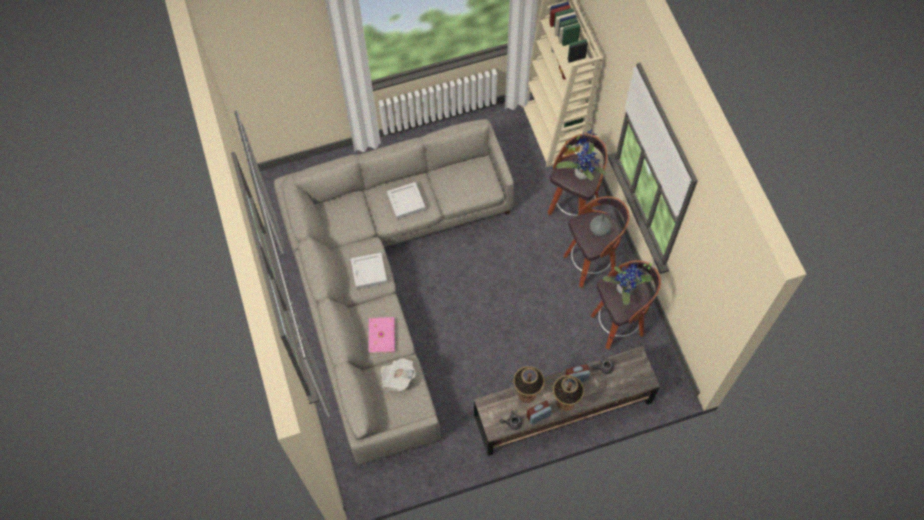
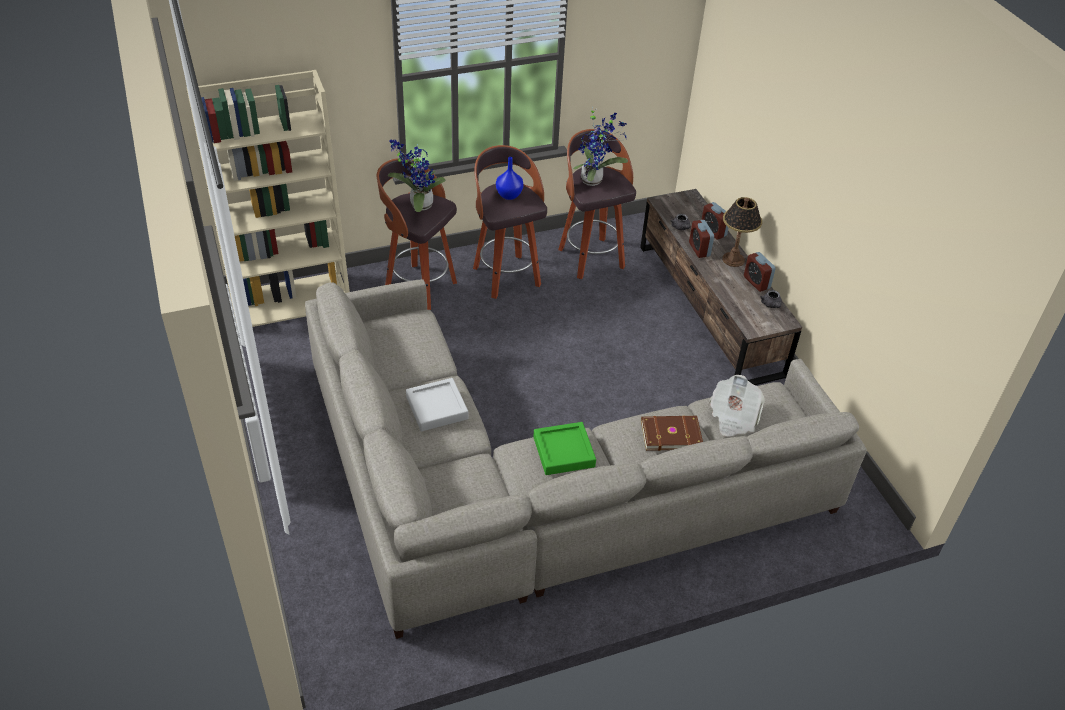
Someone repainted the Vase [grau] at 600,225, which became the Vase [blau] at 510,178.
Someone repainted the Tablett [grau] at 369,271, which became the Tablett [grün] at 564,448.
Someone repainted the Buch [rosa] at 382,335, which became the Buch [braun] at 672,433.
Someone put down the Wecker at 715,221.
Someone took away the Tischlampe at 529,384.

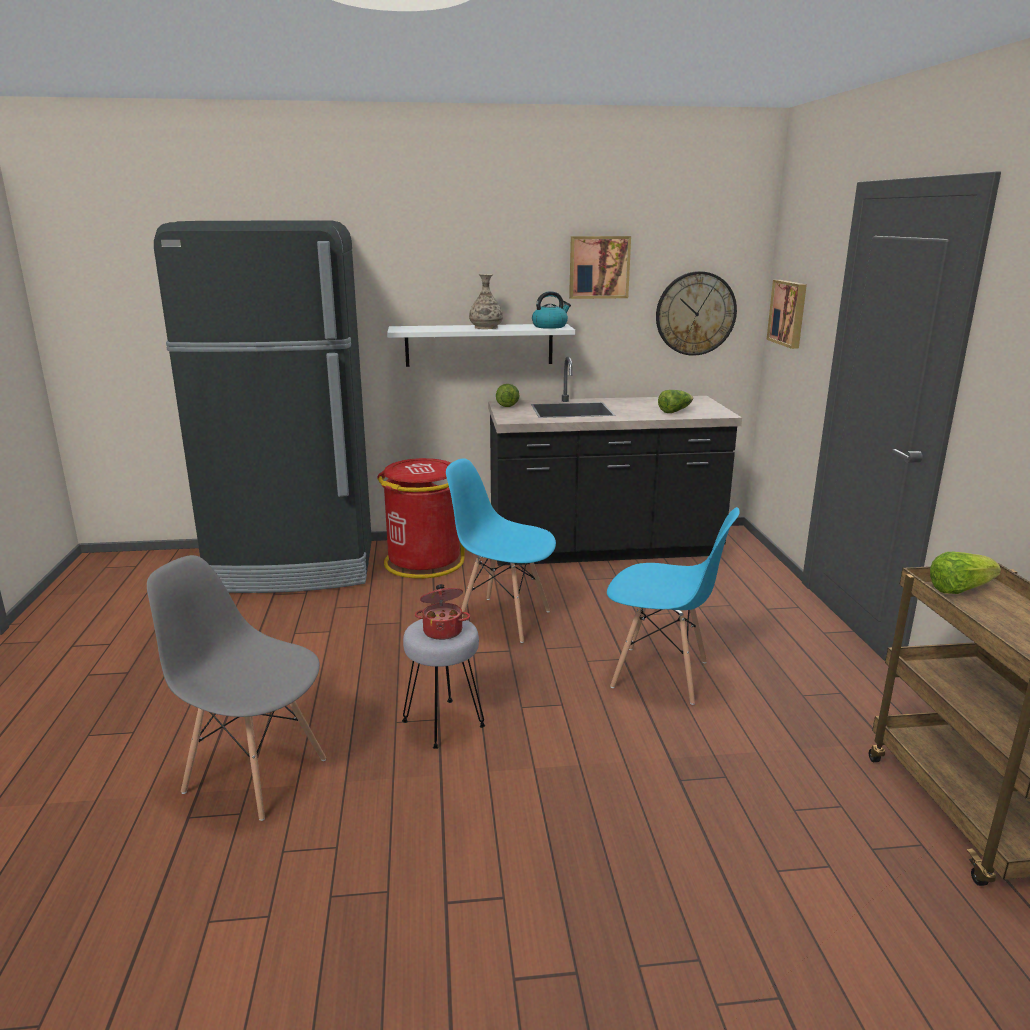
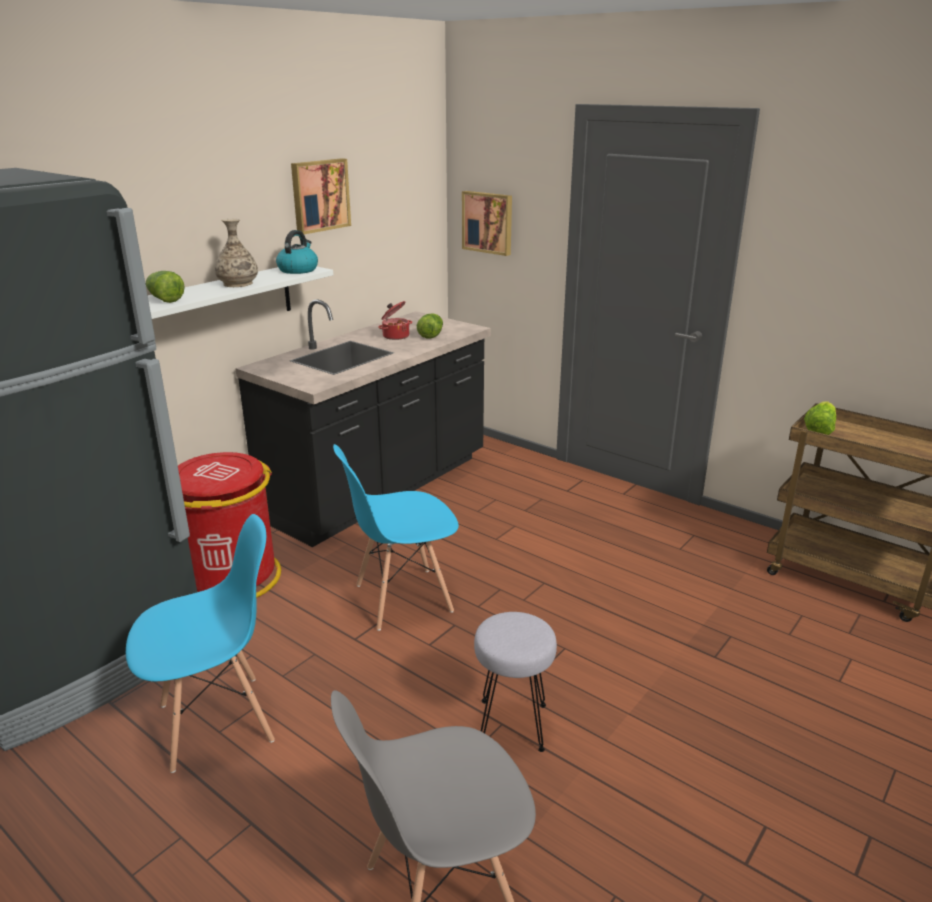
Someone carried the Stuhl [blau] from 673,606 to 200,643.
Someone carried the Salatkopf from 508,395 to 165,287.
Someone carried the Kochtopf from 442,612 to 395,320.
Someone took away the Wanduhr at 696,313.

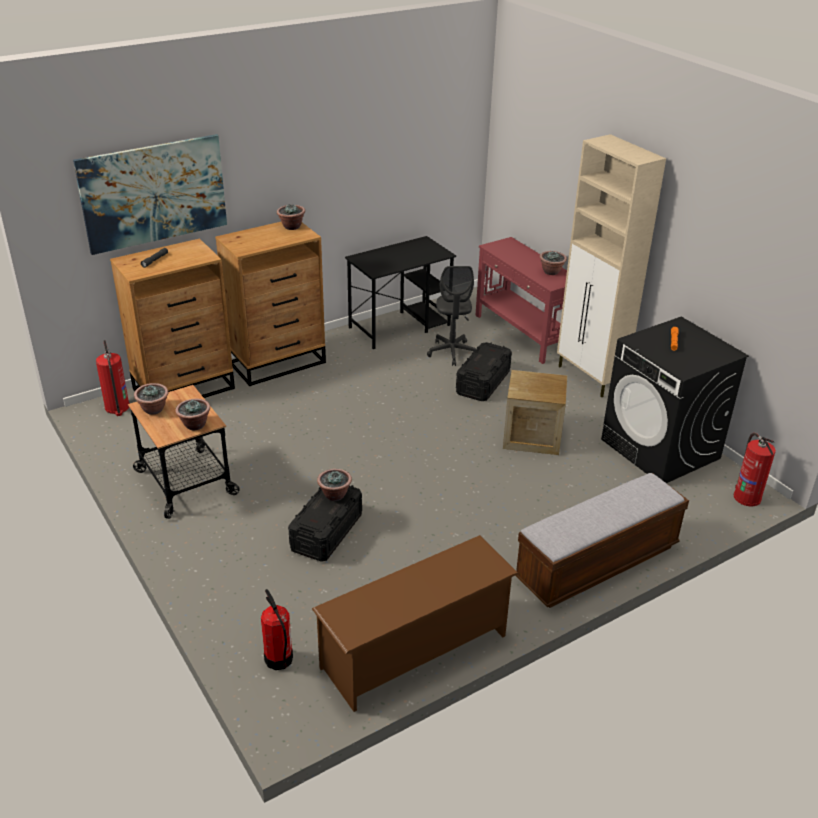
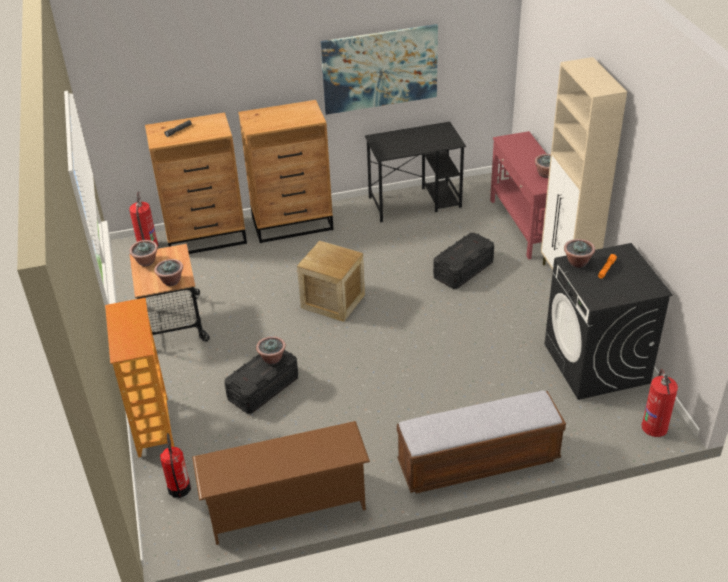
Someone put down the Bücherregal at 140,377.
Someone carried the Kiste from 535,412 to 331,281.
Someone carried the Bild from 150,194 to 379,69.
Someone carried the Topfpflanze from 291,217 to 579,253.
Someone took away the Bürostuhl [grau] at 451,316.

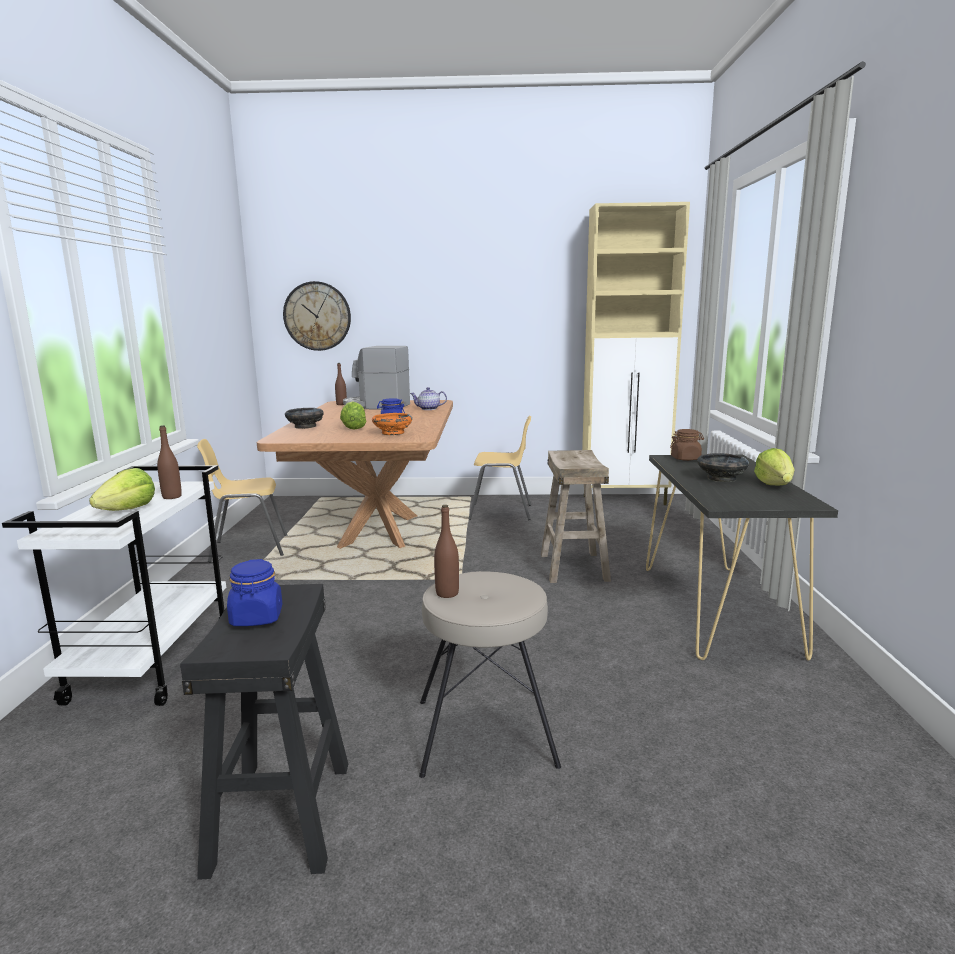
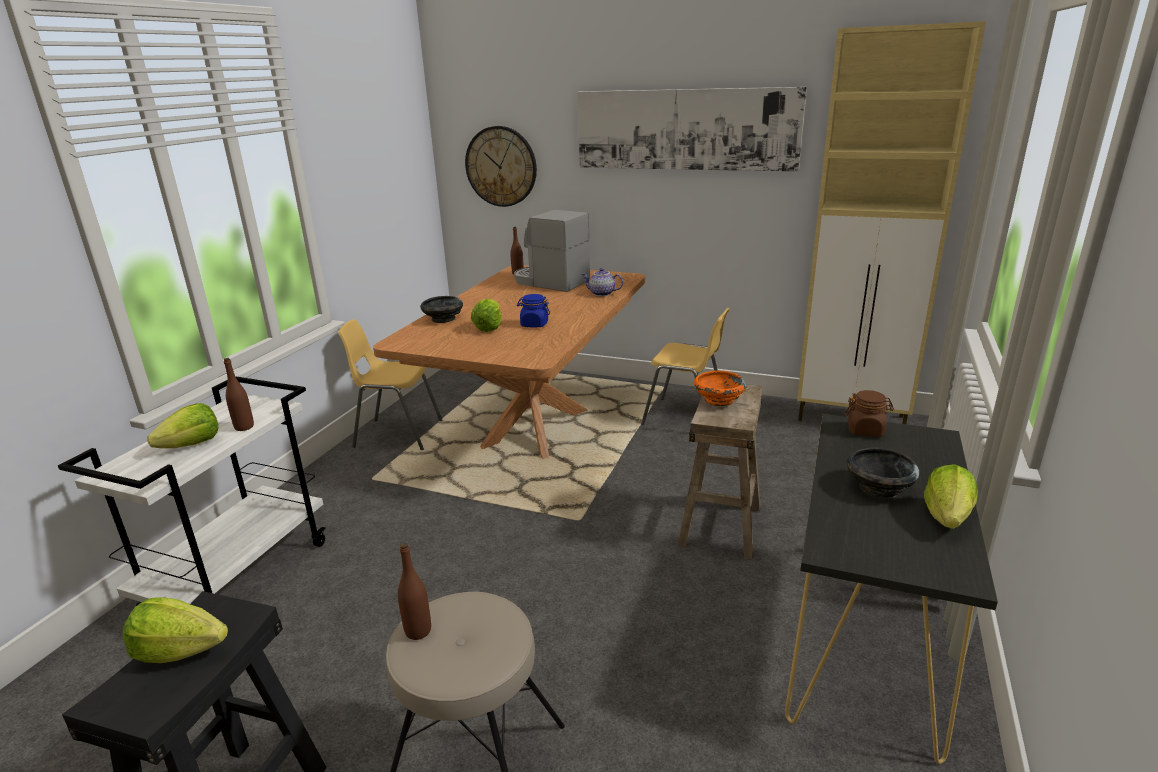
Someone swapped the Vorratsglas [blau] at 254,592 for the Salatkopf at 175,630.
Someone put up the Bild at 692,129.
Someone carried the Schüssel [orange] from 392,424 to 720,388.

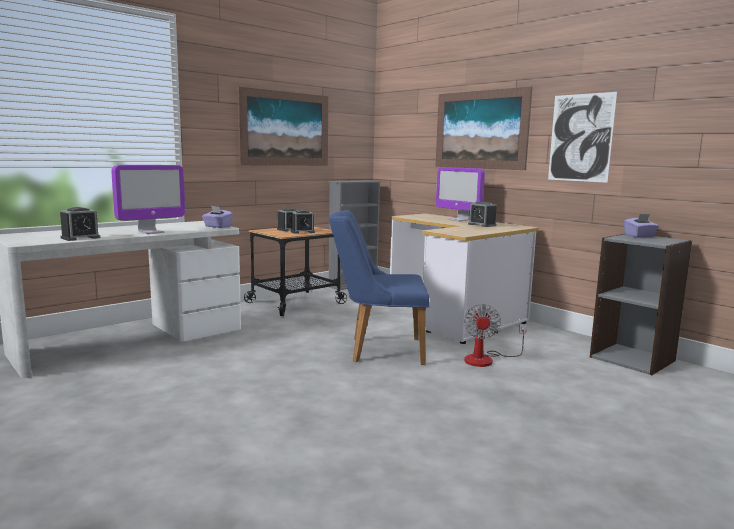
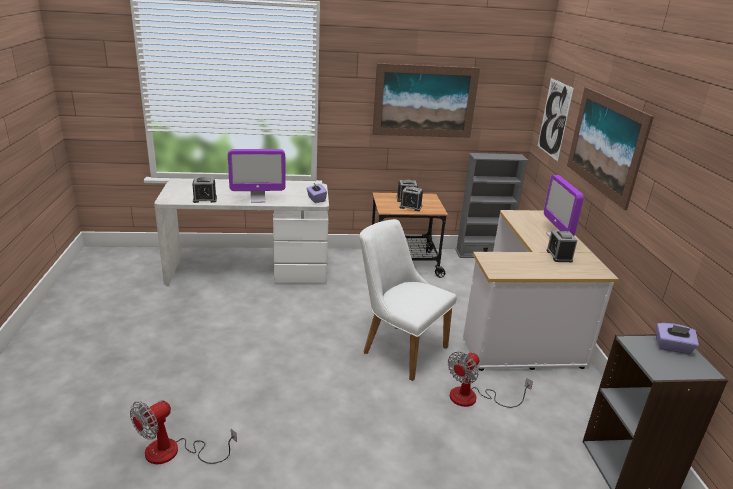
Someone put down the Ventilator at 183,432.
Someone repainted the Stuhl [blau] at 379,287, which became the Stuhl [weiß] at 408,300.
Someone carried the Bild from 582,137 to 556,119.

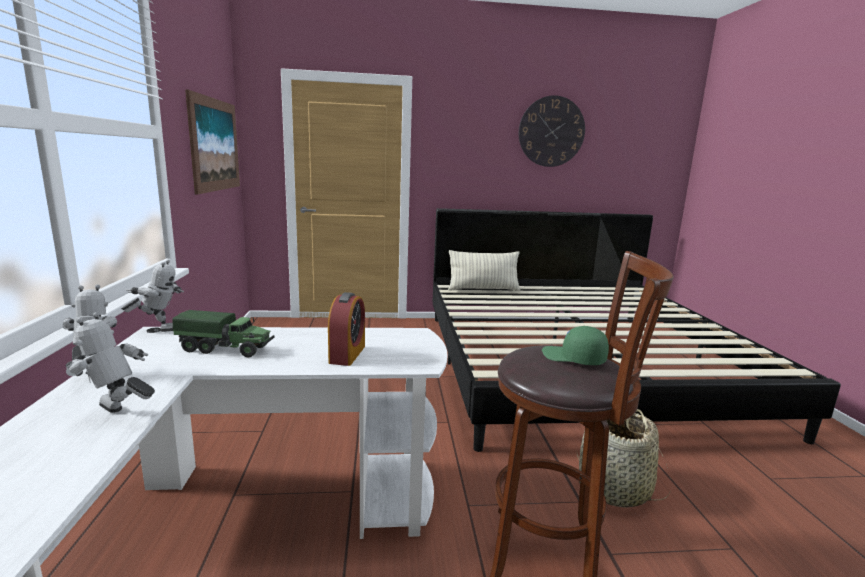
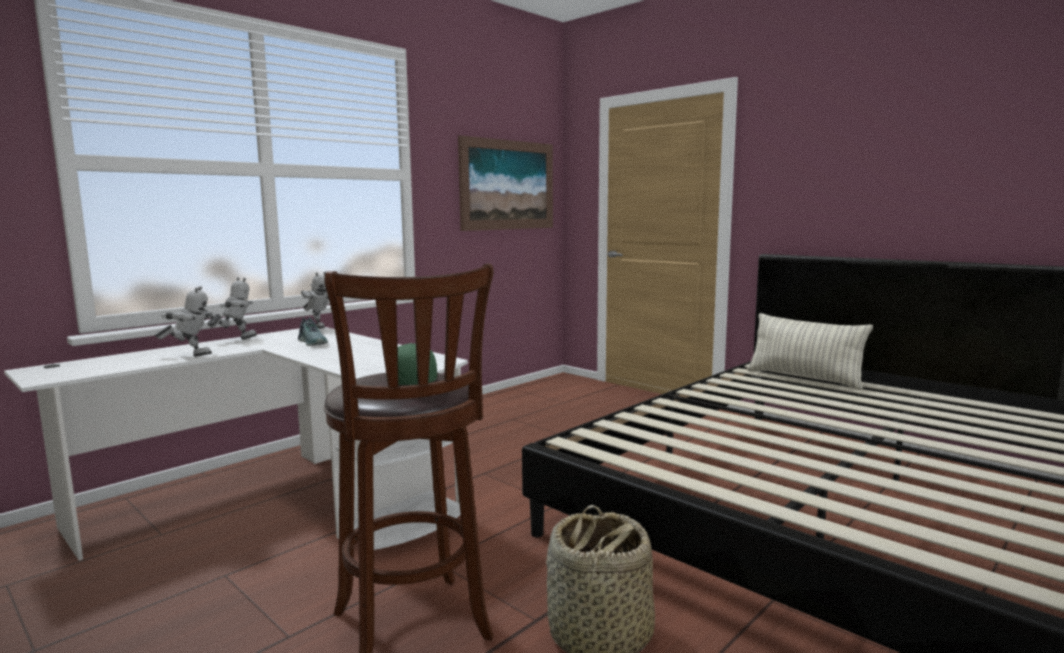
Someone rotated the Spielzeugroboter at 110,362 by 105 degrees clockwise.
Someone swapped the Spielzeuglaster at 223,333 for the Schuh at 313,331.
Someone took away the Wecker at 346,329.
Someone took away the Wanduhr at 552,131.

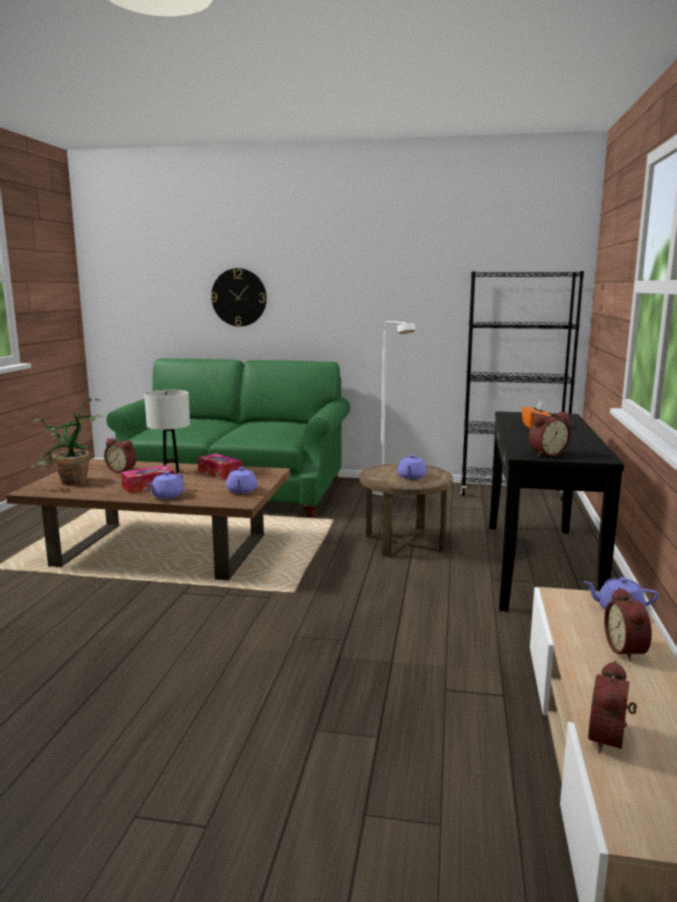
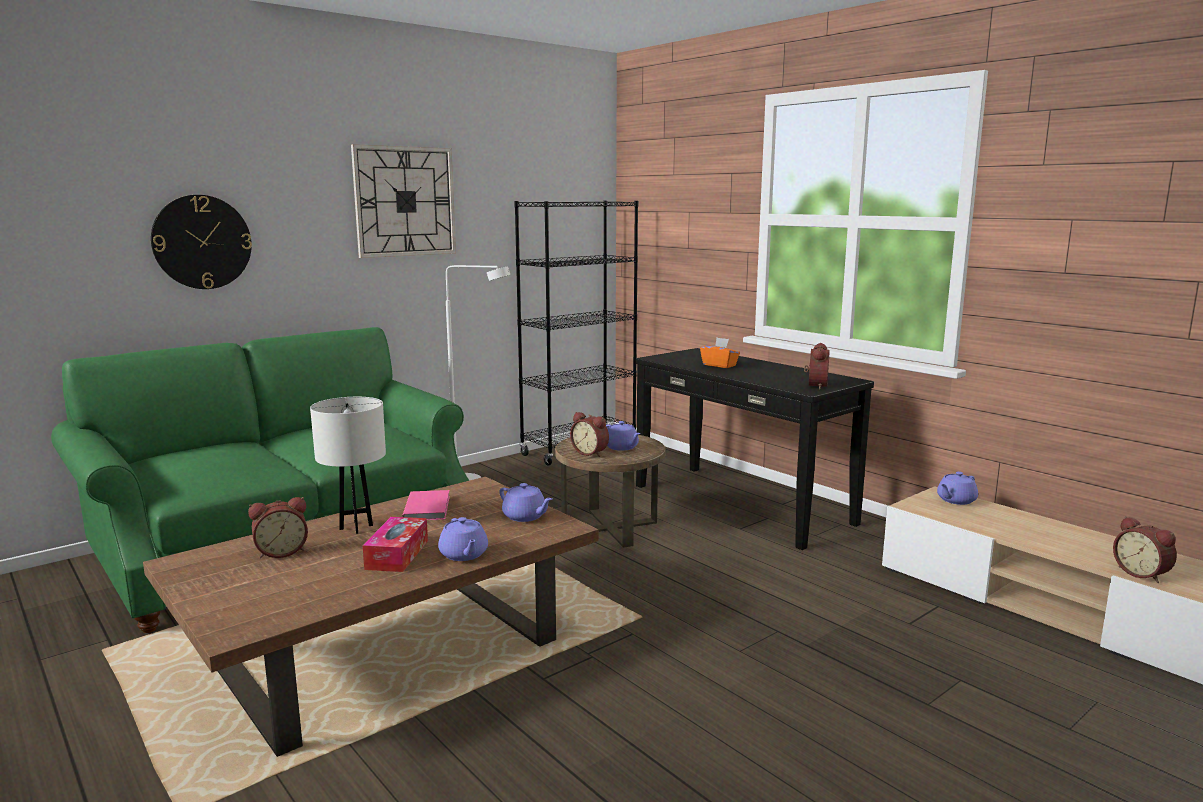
Someone put up the Wanduhr at 403,201.
Someone swapped the Taschentuchbox at 220,466 for the Buch [rosa] at 426,505.
Someone carried the Wecker from 628,624 to 589,434.
Someone took away the Topfpflanze at 67,442.

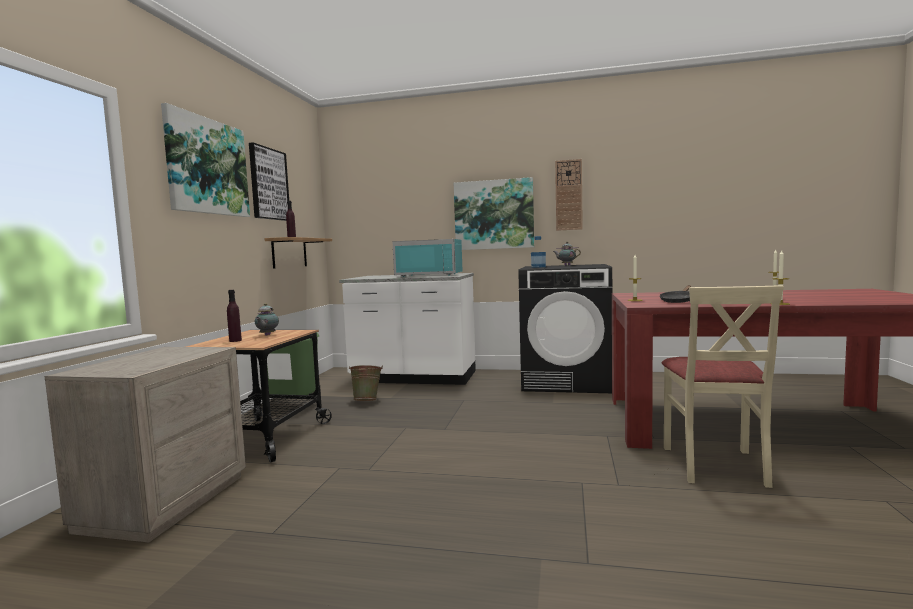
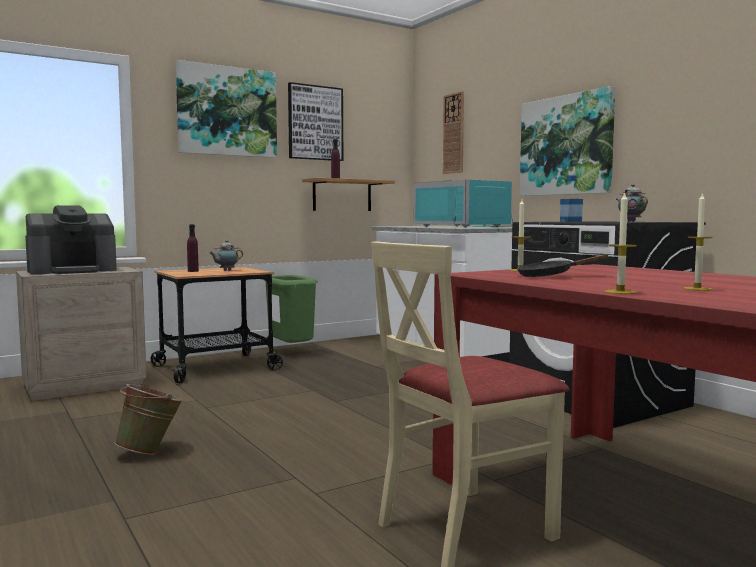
Someone put down the Kaffeemaschine at 71,239.
Someone carried the Eimer [grün] from 365,383 to 149,419.
Someone carried the Wanduhr from 569,195 to 453,132.

